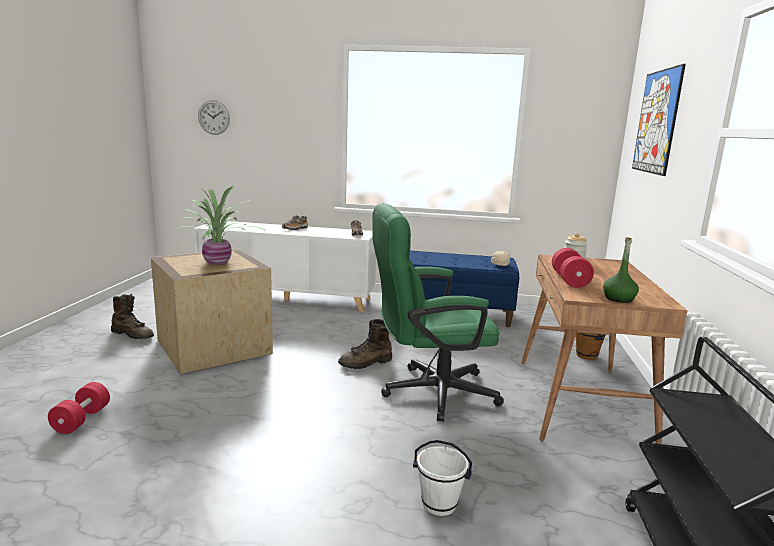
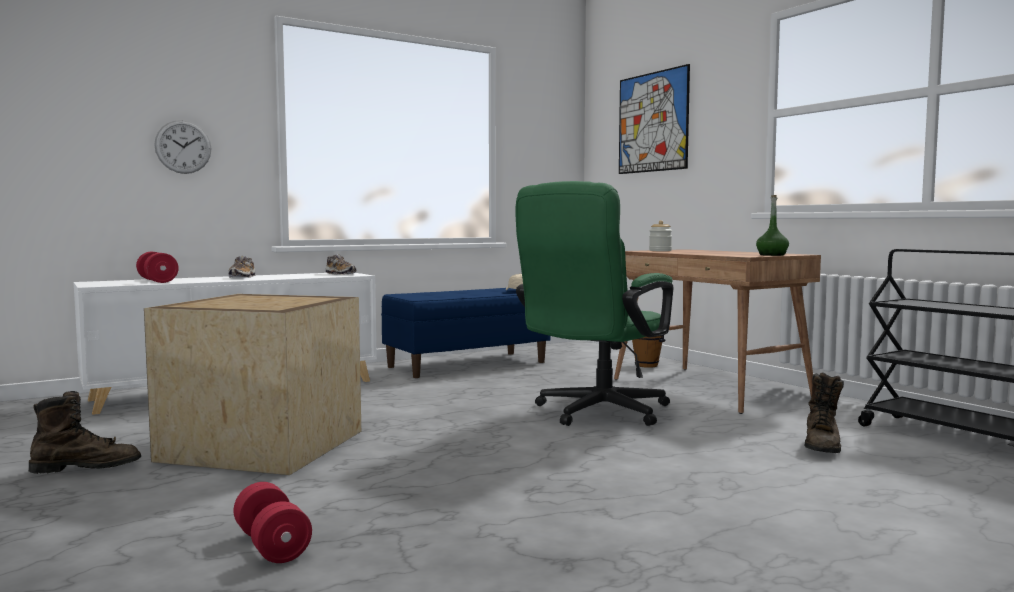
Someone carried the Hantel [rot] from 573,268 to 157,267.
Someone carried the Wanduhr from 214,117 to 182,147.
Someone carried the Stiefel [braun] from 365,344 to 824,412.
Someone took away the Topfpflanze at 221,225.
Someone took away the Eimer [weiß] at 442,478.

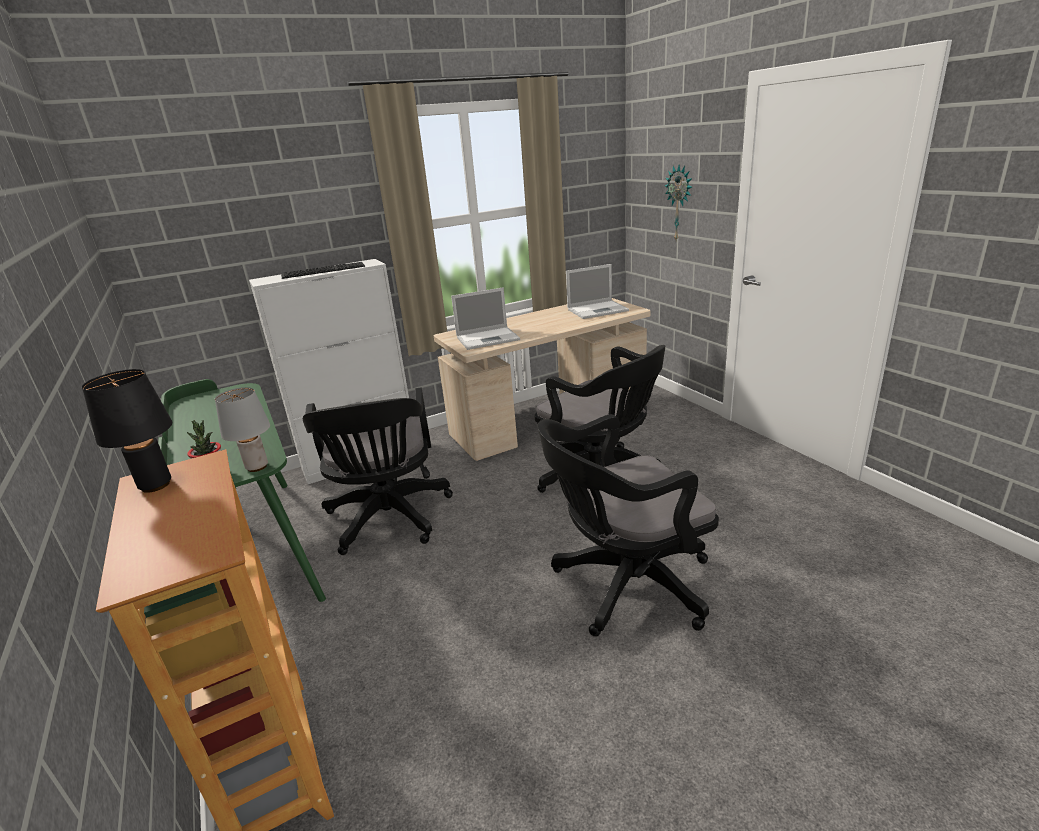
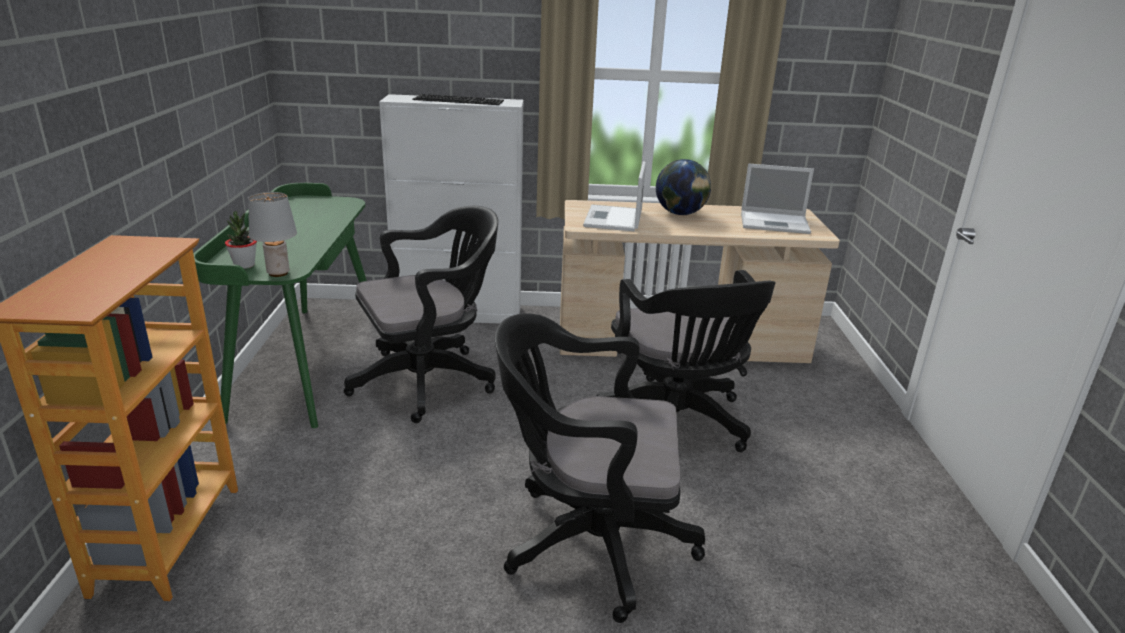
Someone rotated the Bürostuhl [schwarz] at 378,471 by 135 degrees counterclockwise.
Someone rotated the Laptop at 485,318 by 90 degrees clockwise.
Someone put down the Globus at 683,187.
Someone took away the Tischlampe [schwarz] at 127,431.
Someone took away the Wanduhr at 678,202.

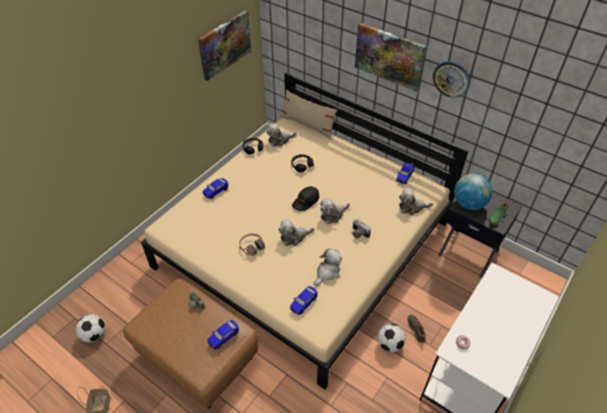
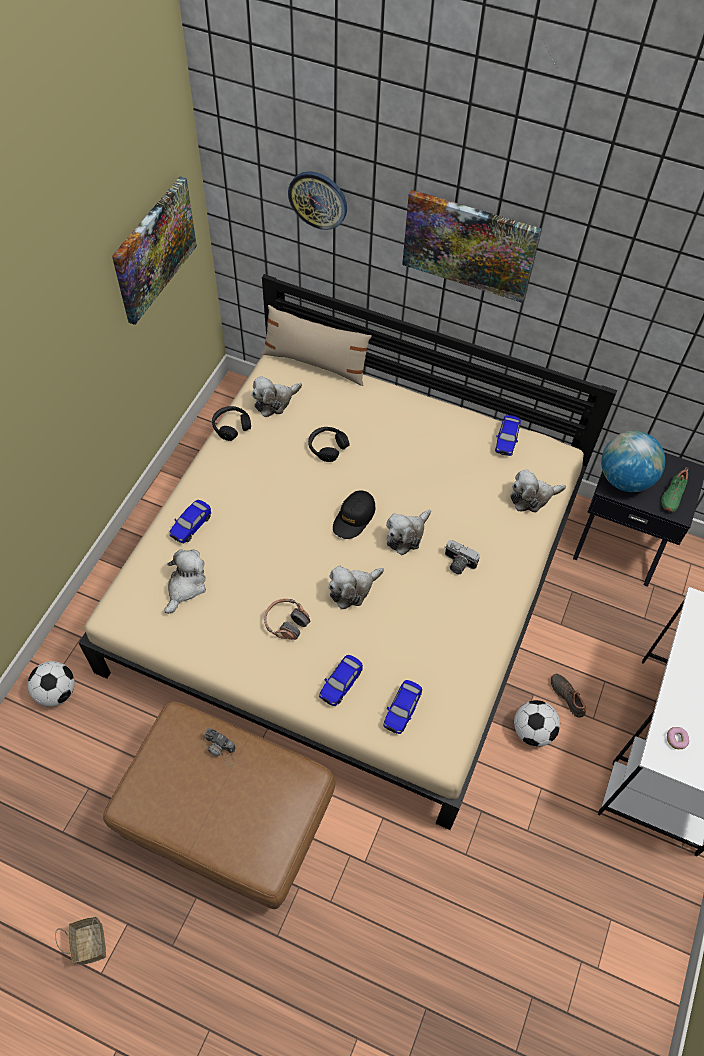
Someone carried the Fußball from 90,328 to 51,683.
Someone carried the Plüschtier from 328,267 to 185,581.
Someone carried the Wanduhr from 451,79 to 317,200.
Someone carried the Spielzeugauto from 223,334 to 341,680.

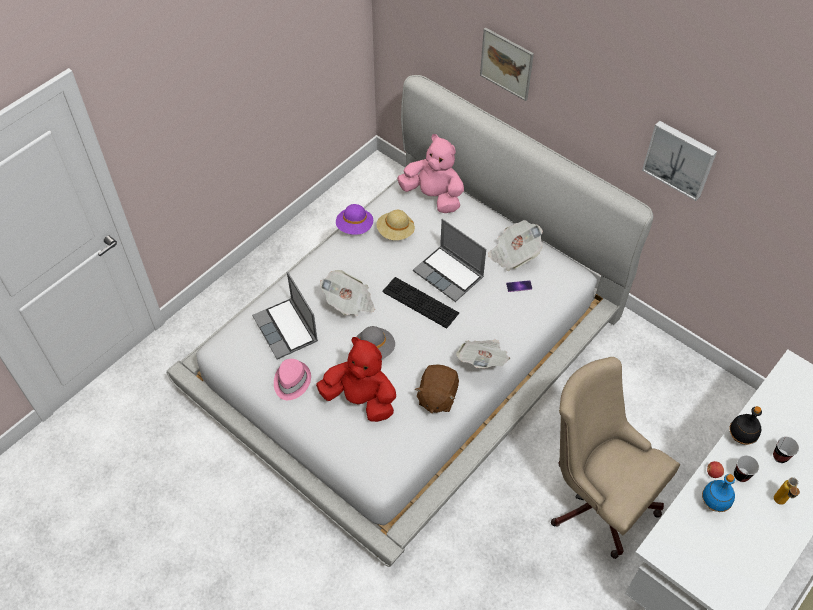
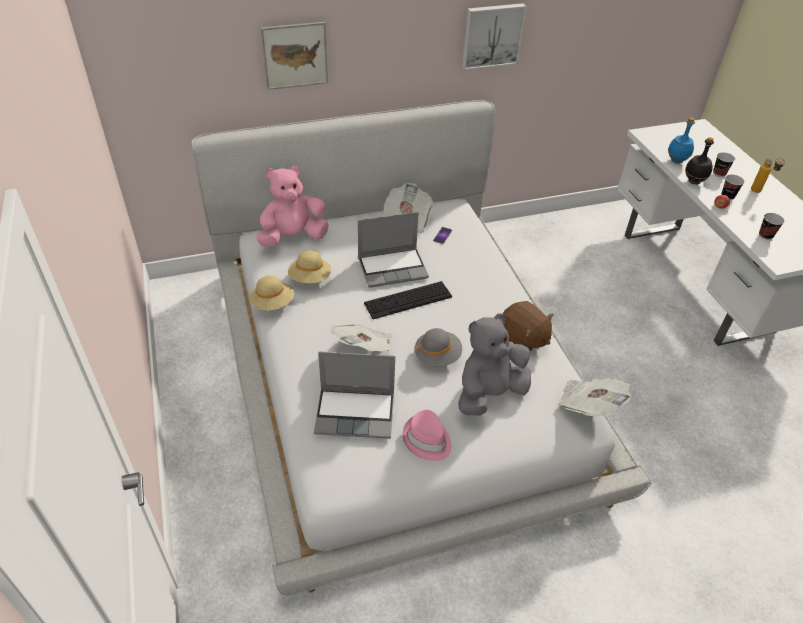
Someone repainted the Hut [lila] at 354,219, which became the Hut [beige] at 272,293.
Someone repainted the Plüschtier [rot] at 356,379, which became the Plüschtier [grau] at 494,364.
Someone carried the Zeitung from 483,354 to 594,397.
Someone carried the Flasche [blau] from 718,493 to 681,140.
Someone put down the Tasse at 772,226.
Someone took away the Bürostuhl [beige] at 615,458.

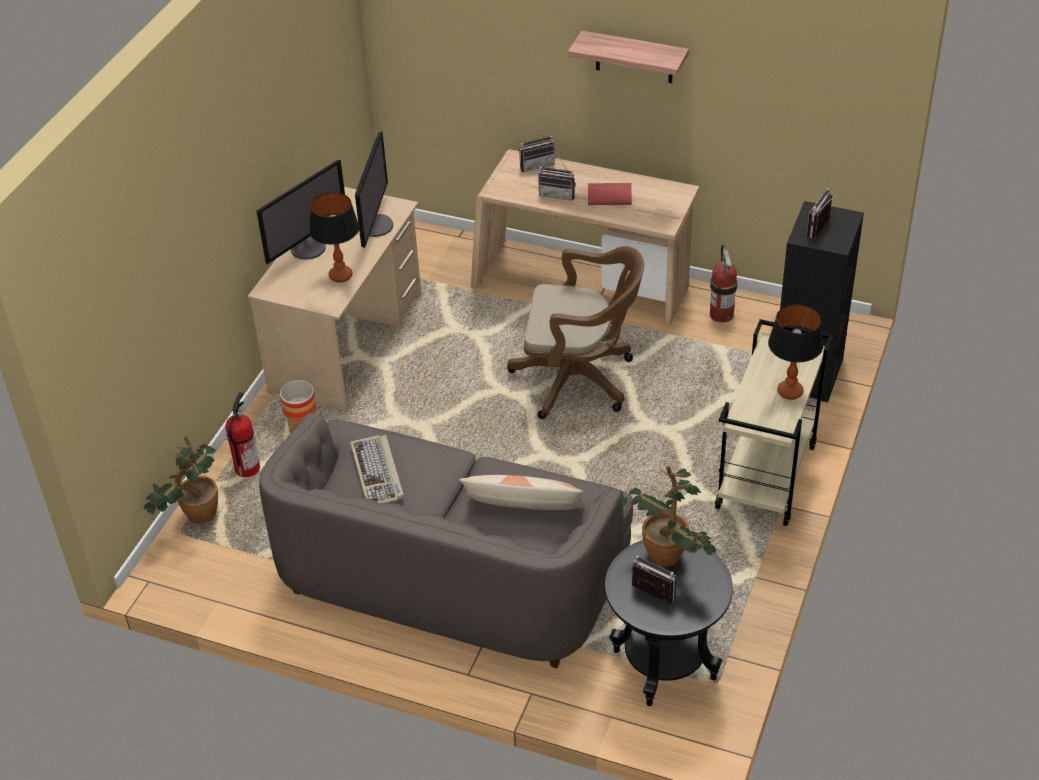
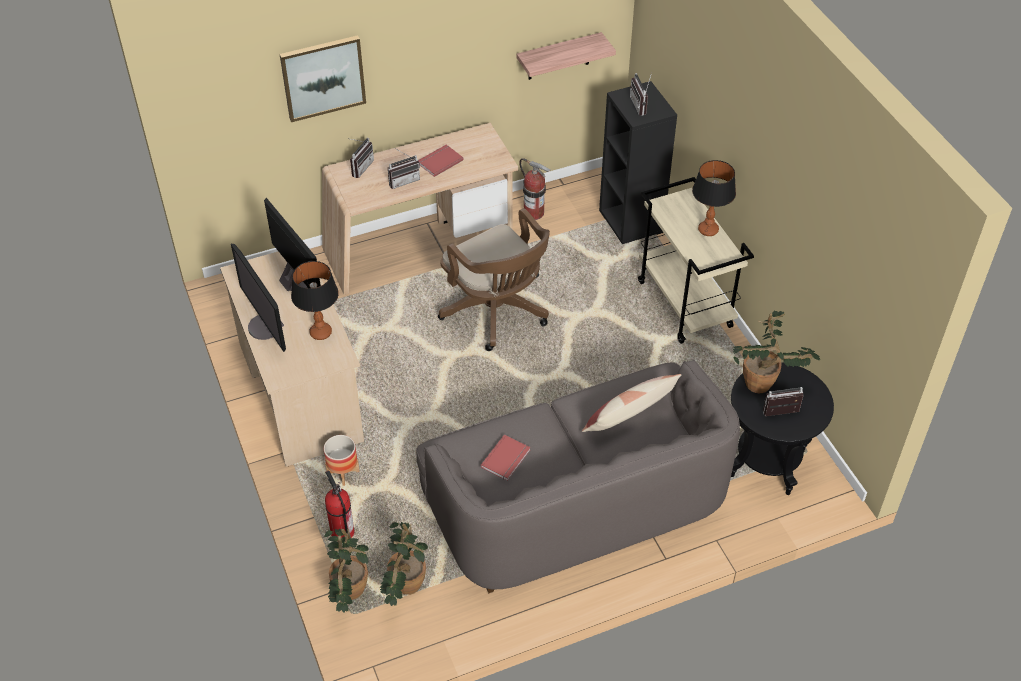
Someone rotated the Monitor at 301,212 by 150 degrees clockwise.
Someone put up the Bild at 323,78.
Someone put down the Topfpflanze at 404,564.
Someone rotated the Bürostuhl [braun] at 575,332 by 90 degrees clockwise.
Someone swapped the Tastatur at 377,469 for the Buch [rot] at 505,458.
Someone carried the Wandregal from 628,57 to 566,56.

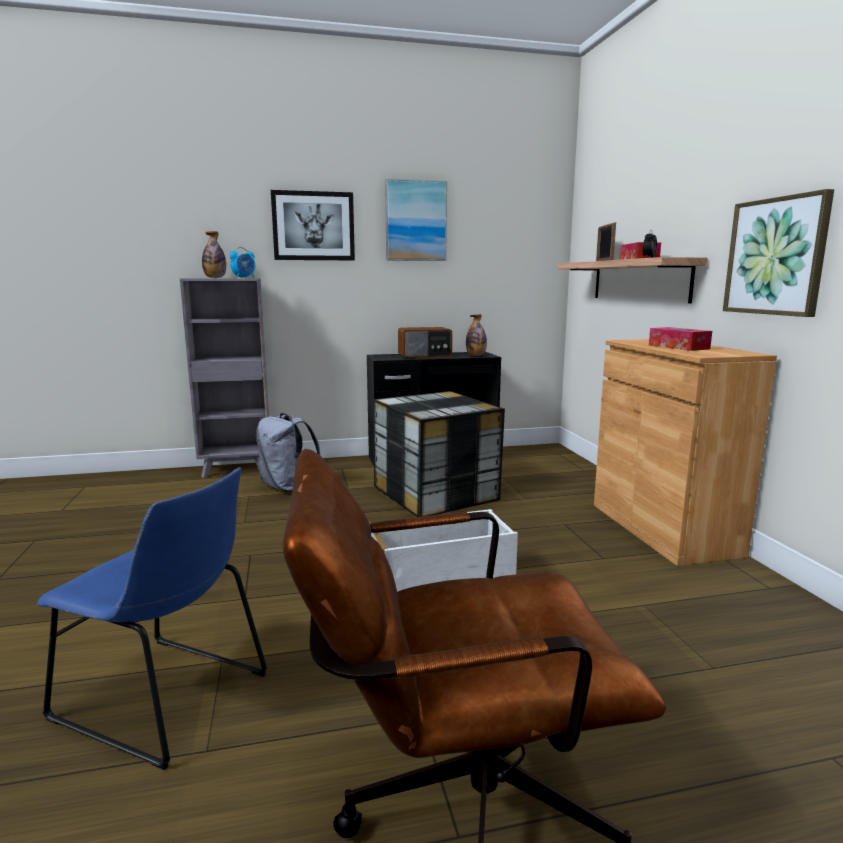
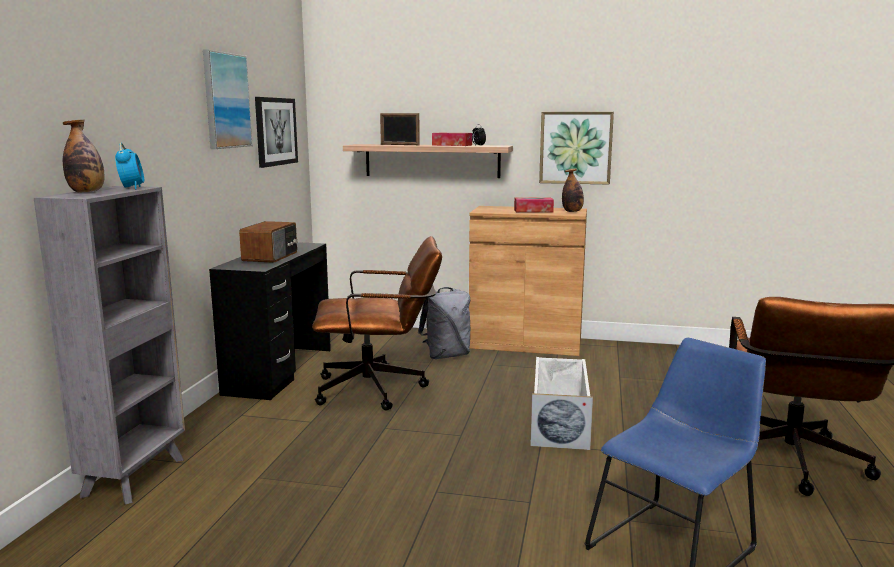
Someone carried the Bild from 313,225 to 276,132.
Someone swapped the Aufbewahrungsbox at 439,454 for the Bürostuhl [braun] at 377,323.
Someone carried the Rucksack [grau] from 288,452 to 444,323.
Someone carried the Flasche from 476,335 to 573,190.

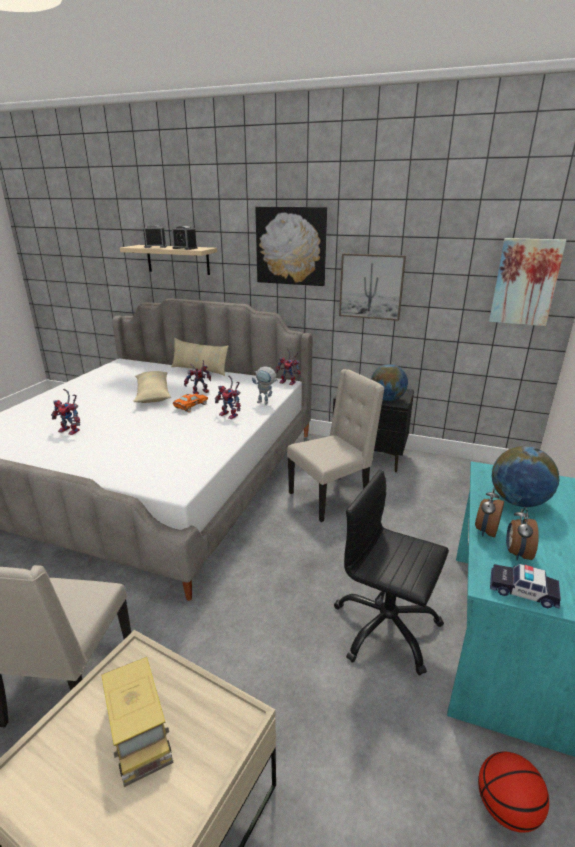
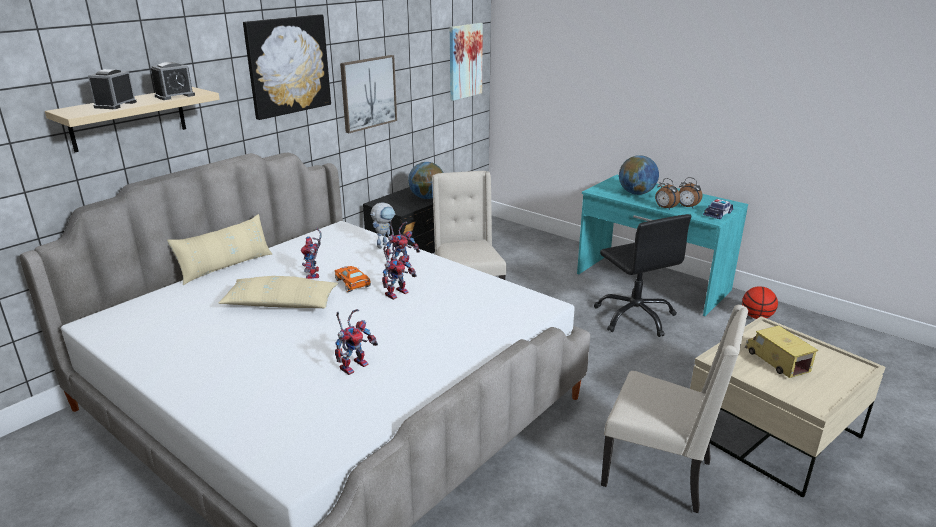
Someone carried the Spielzeugroboter from 288,366 to 399,272.
Someone rotated the Bürostuhl [schwarz] at 391,572 by 75 degrees counterclockwise.
Someone rotated the Spielzeuglaster at 137,722 by 105 degrees counterclockwise.

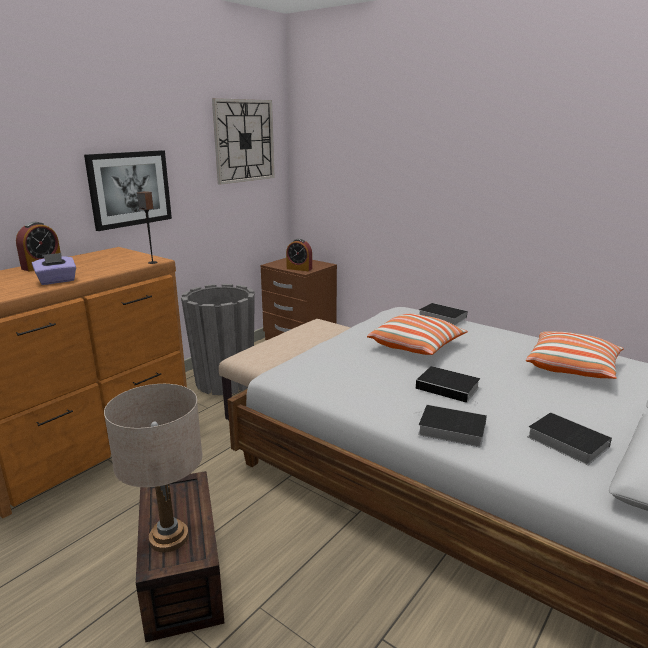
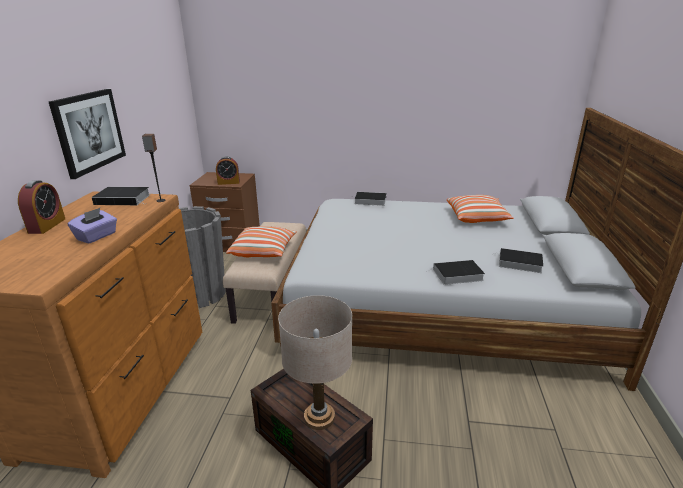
Someone carried the Buch from 448,385 to 121,196.
Someone carried the Kissen from 417,334 to 261,242.
Someone took away the Wanduhr at 243,141.

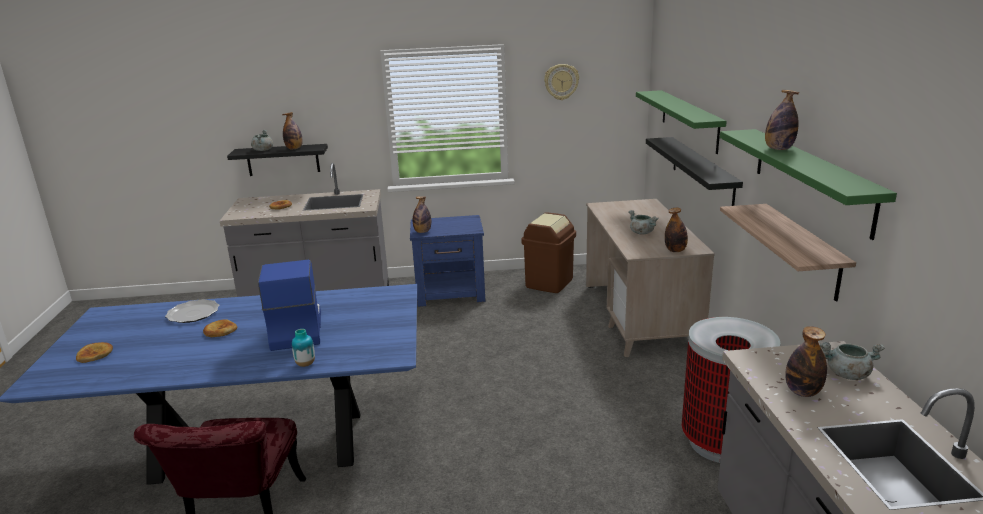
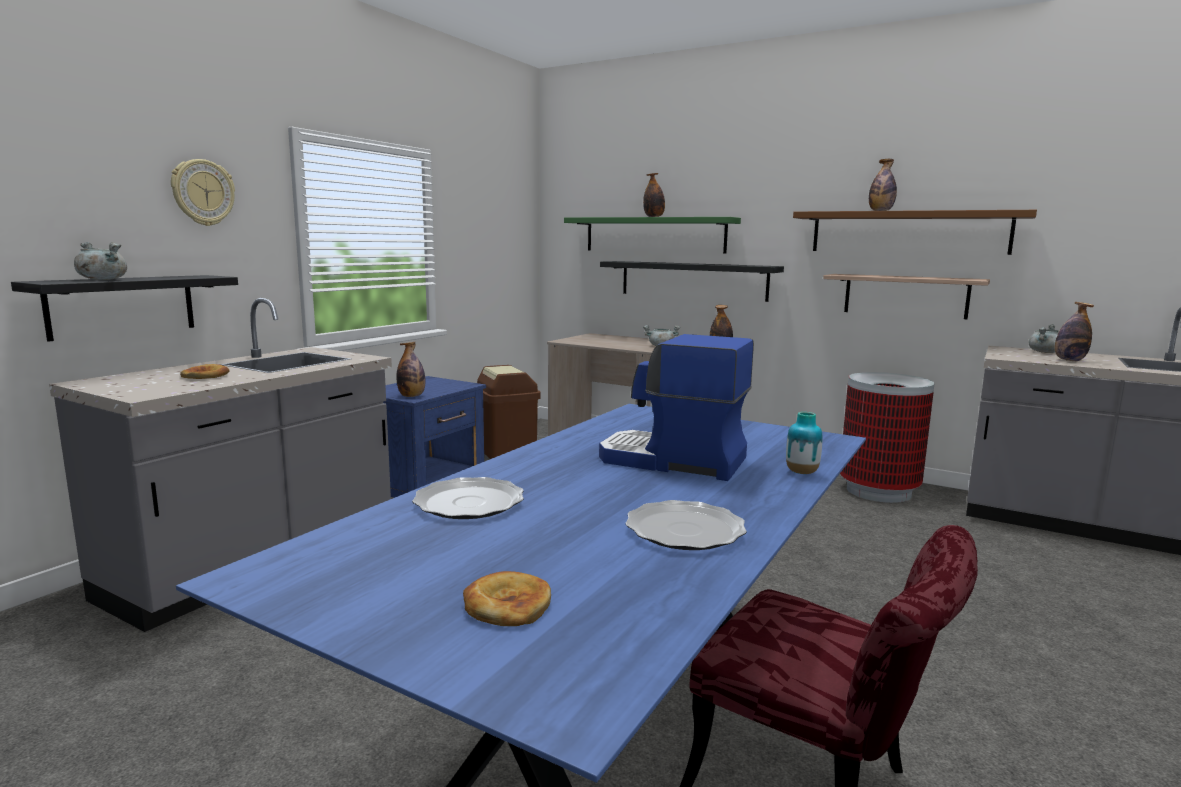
Someone carried the Wanduhr from 561,82 to 203,192.
Someone put down the Teller at 686,525.
Someone carried the Flasche from 292,130 to 654,195.
Someone repainted the Wandregal [grün] at 808,184, which became the Wandregal [braun] at 915,232.
Someone took away the Brot at 220,328.

